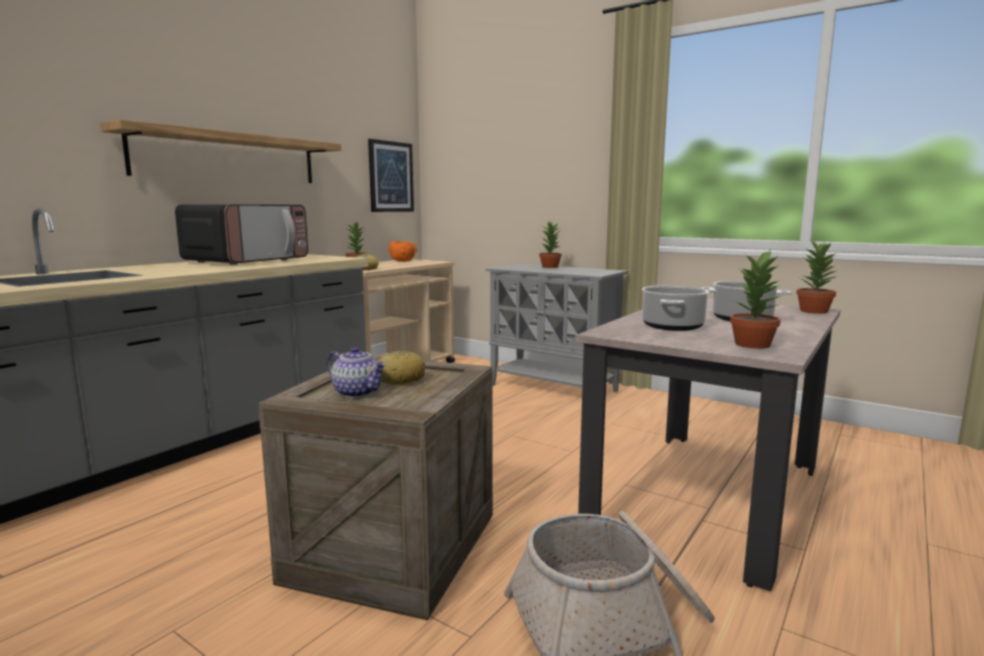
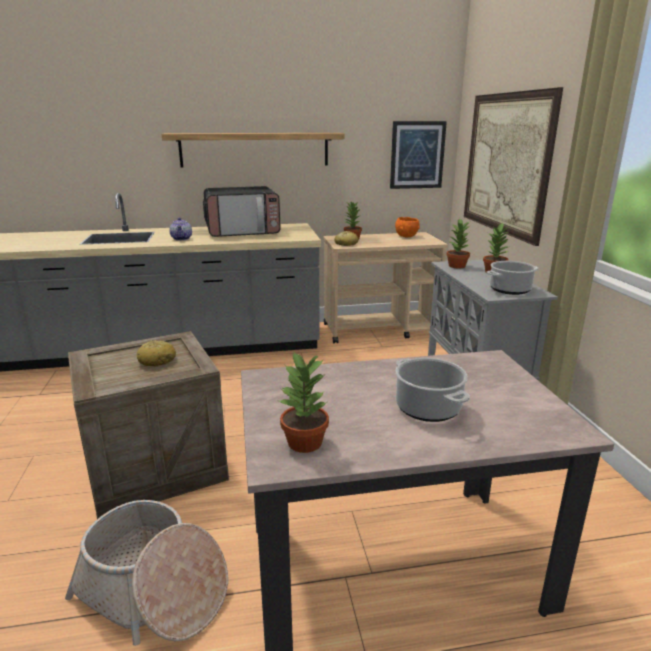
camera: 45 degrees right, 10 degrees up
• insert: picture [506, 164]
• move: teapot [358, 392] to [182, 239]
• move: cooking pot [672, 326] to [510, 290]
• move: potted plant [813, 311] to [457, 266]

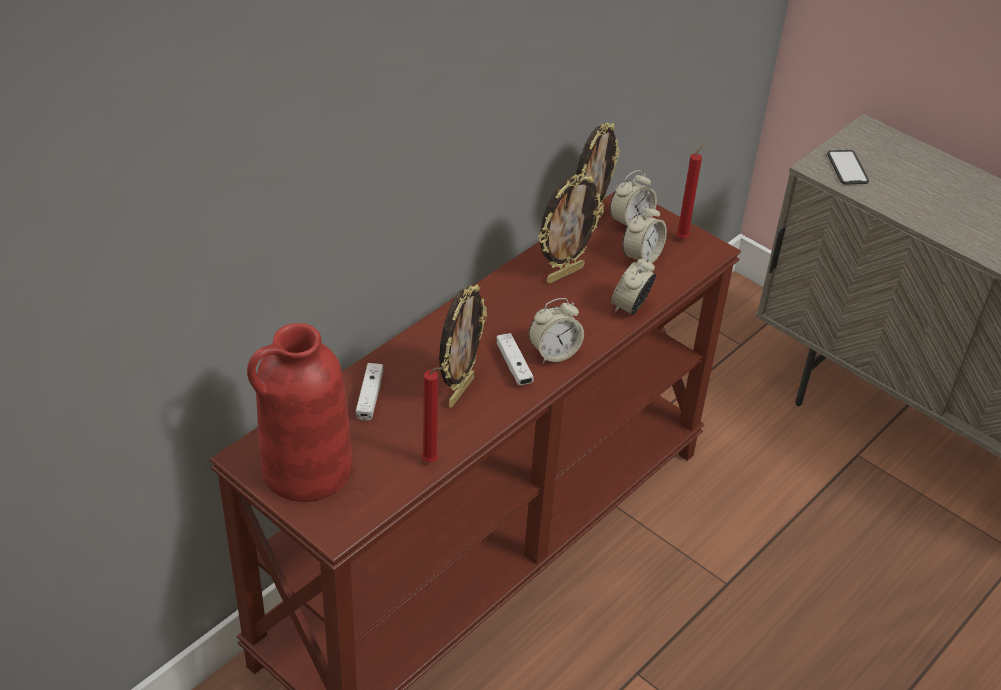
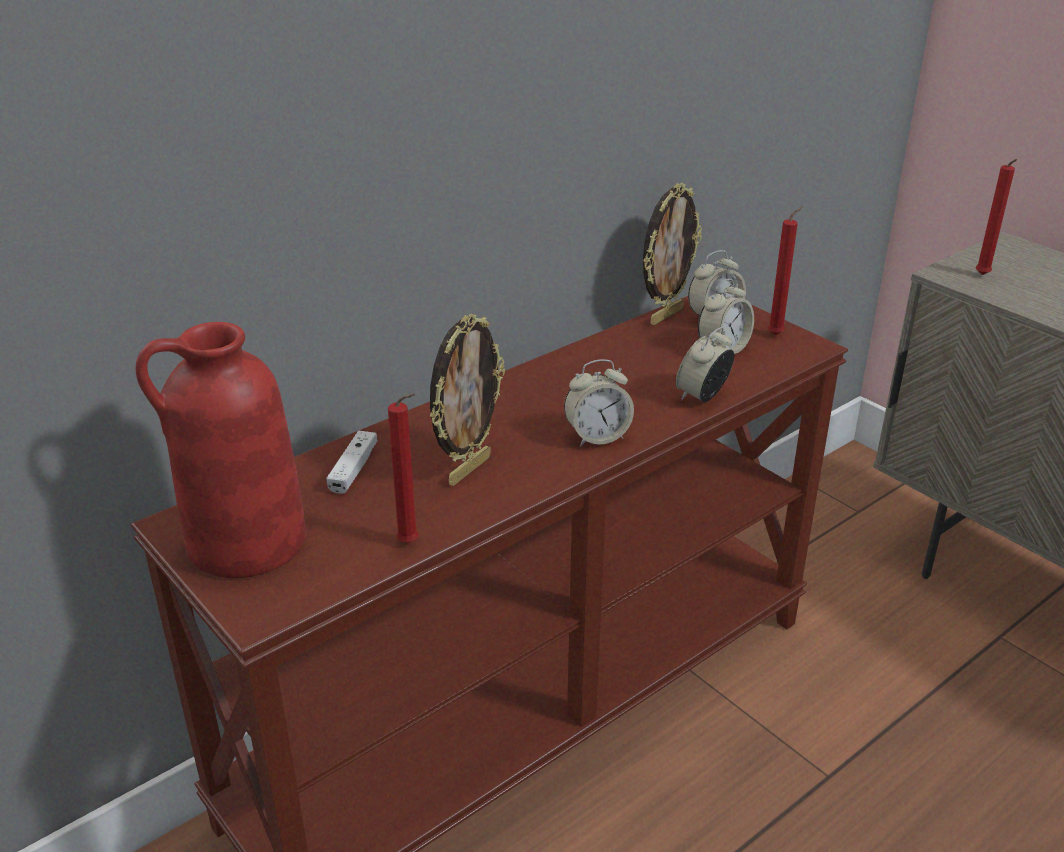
camera: 10 degrees right, 10 degrees down
• delete: white game controller [514, 365]
• delete: picture frame [564, 274]
• replace: phone [847, 168] to red candle [983, 276]

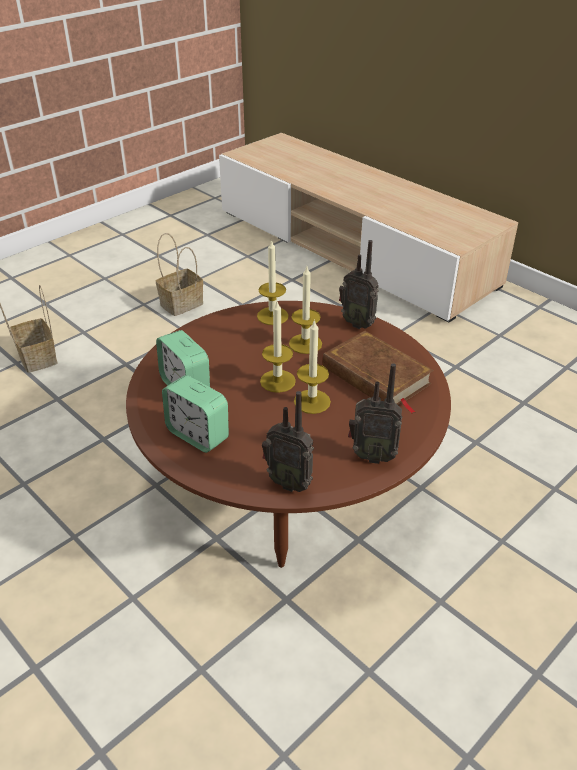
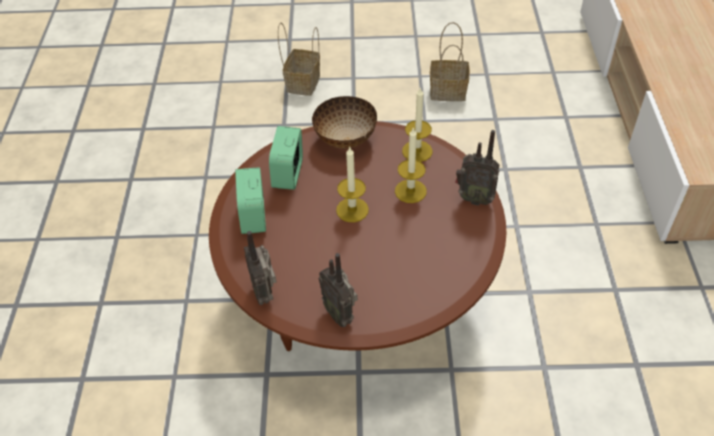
camera: 45 degrees right, 10 degrees up
• delete: candle [312, 401]
• delete: brown book [375, 376]
• insert: bowl [344, 139]
• rotate: radio [358, 323] = [474, 198] 60 degrees counterclockwise

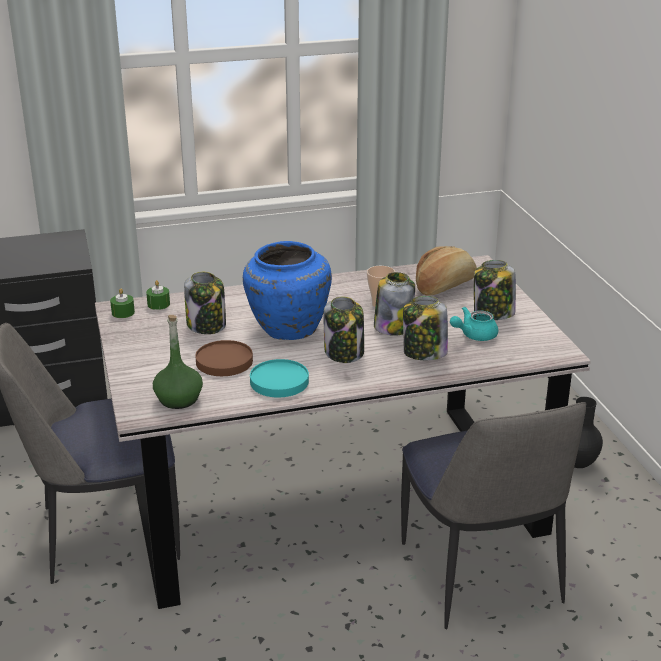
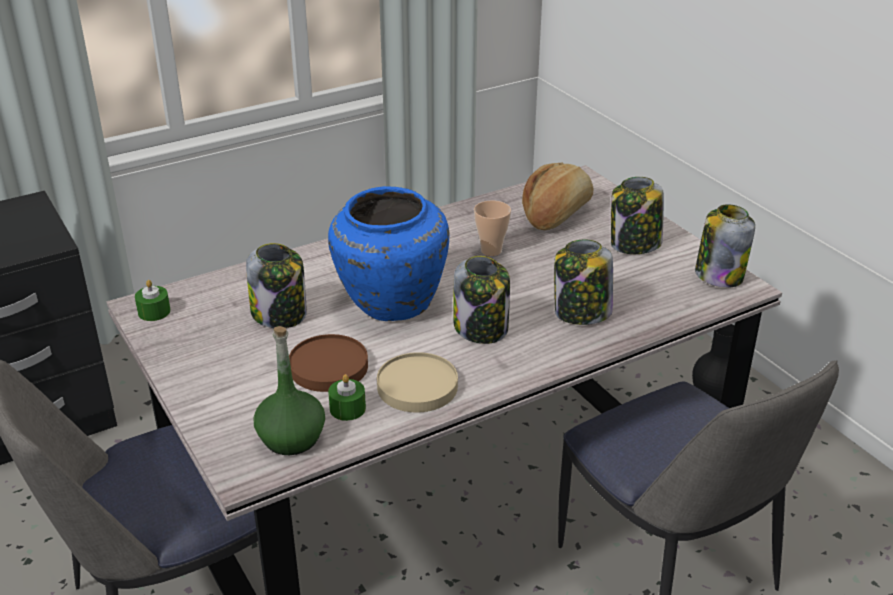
camera: 15 degrees left, 5 degrees up
• delete: turquoise teapot [474, 335]
• move: green candle [158, 304] to [347, 408]
• move: jar [392, 327] to [719, 275]
• recolor: turquoise plate [278, 381] to beige plate [416, 386]

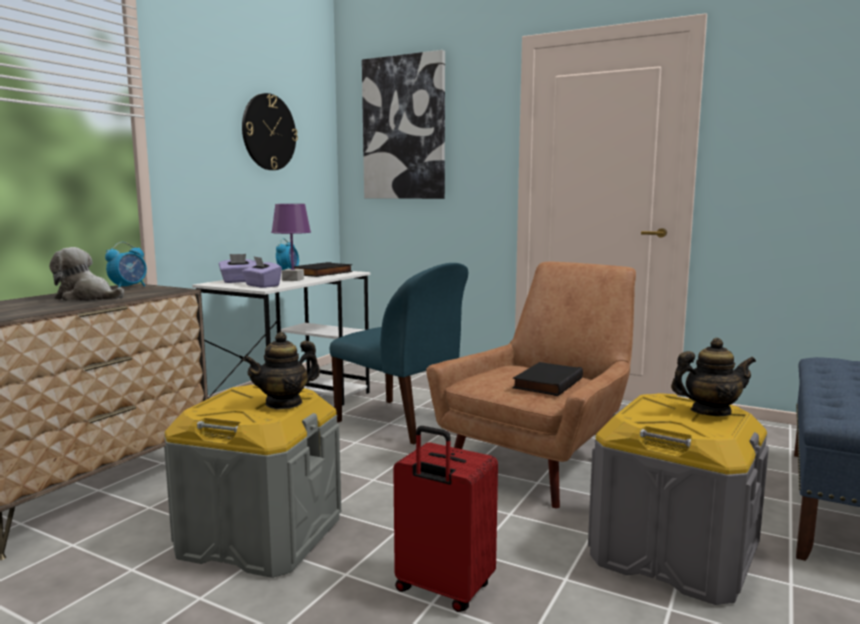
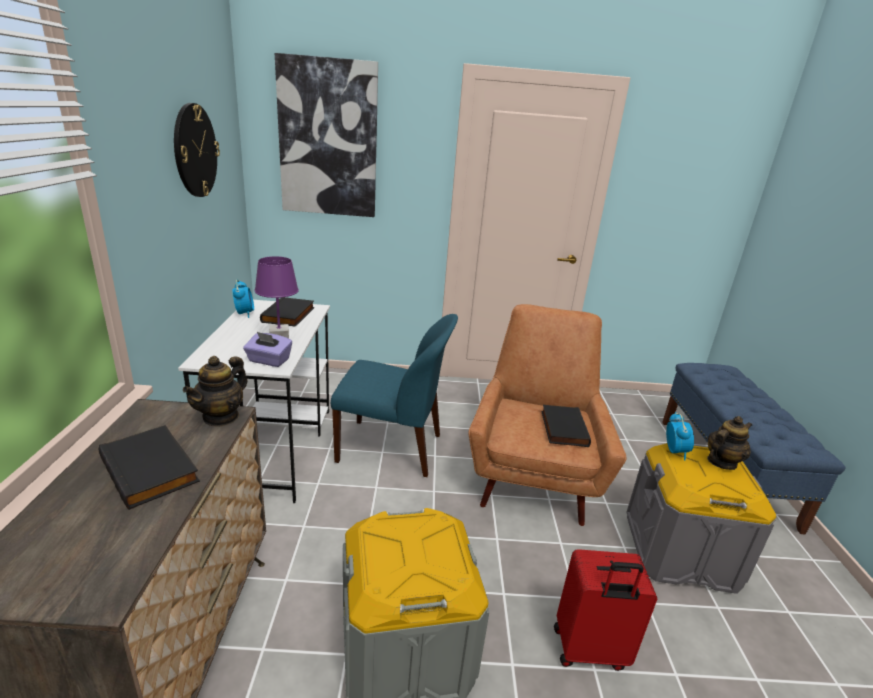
camera: 30 degrees left, 15 degrees up
• delete: purple tissue box [239, 281]
• move: alarm clock [129, 287] to [675, 451]
• move: teapot [284, 403] to [221, 417]
• replace: plush toy [87, 298] to black book [152, 469]

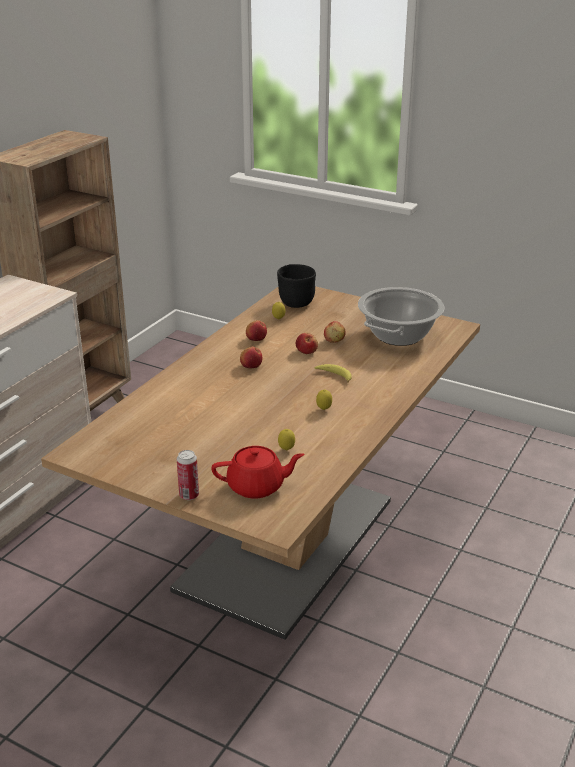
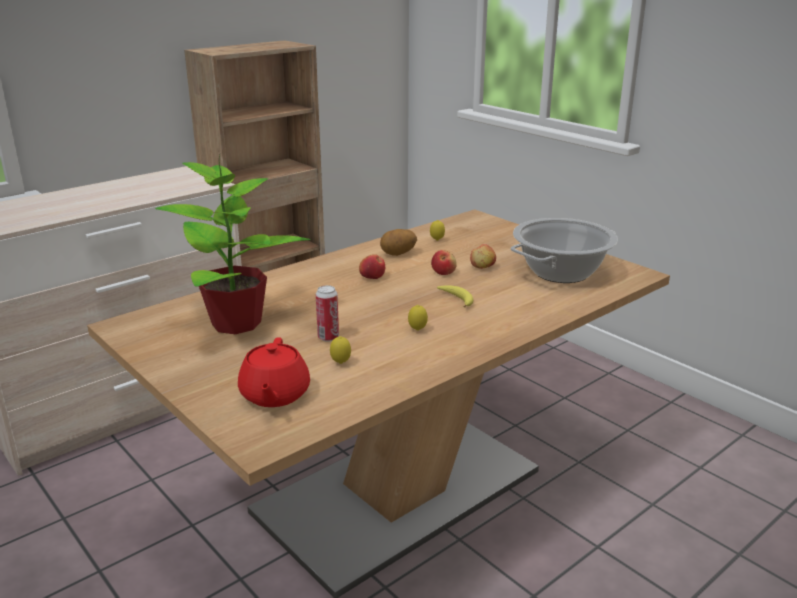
camera: 20 degrees right, 5 degrees down
• delete: black bowl [295, 303]
• insert: potted plant [237, 323]
• move: can [189, 495] to [328, 337]
• replace: apple [256, 339] to potato [398, 254]
• rotate: red teapot [257, 486] = [274, 395] 75 degrees clockwise

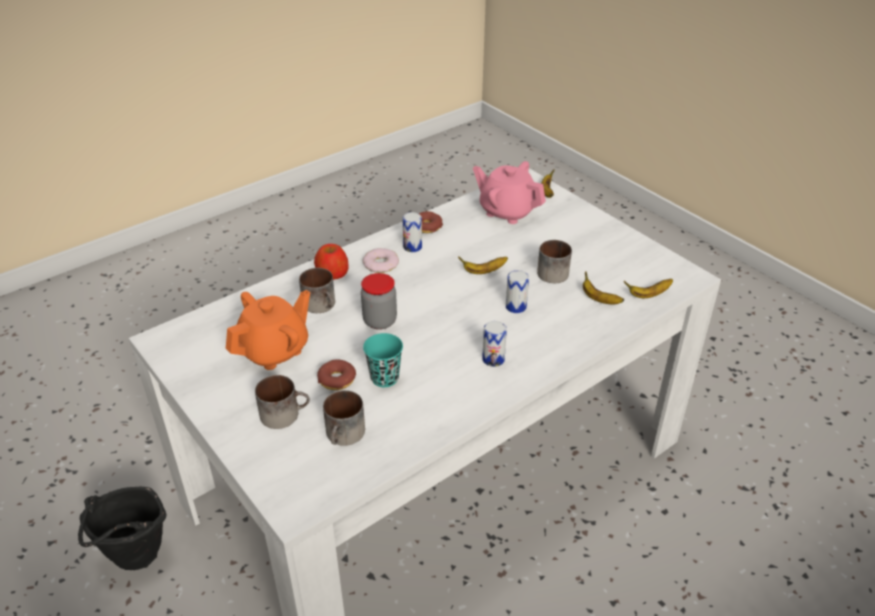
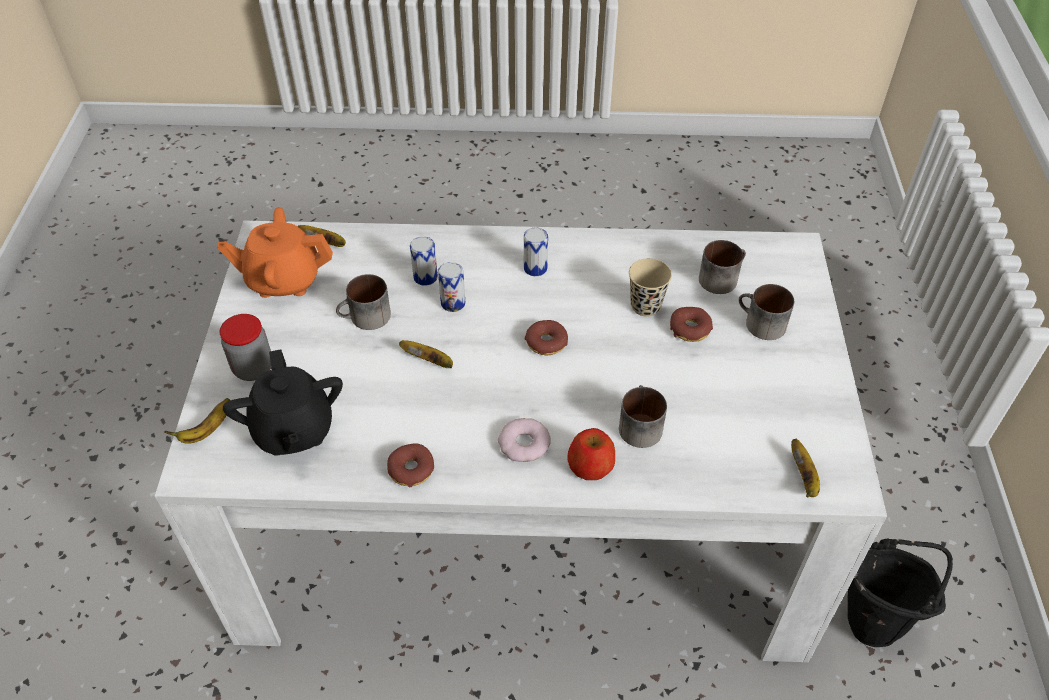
camera: 140 degrees left, 10 degrees up
• insert: donut [546, 342]
• move: orange teapot [275, 350] to [283, 280]
• move: jar [380, 321] to [253, 368]
• move: can [412, 247] to [425, 277]
• move: banana [599, 299] to [804, 477]
• recolor: turquoise cup [384, 378] to beige cup [645, 306]
• recolor: pink teapot [507, 211] to black teapot [293, 430]

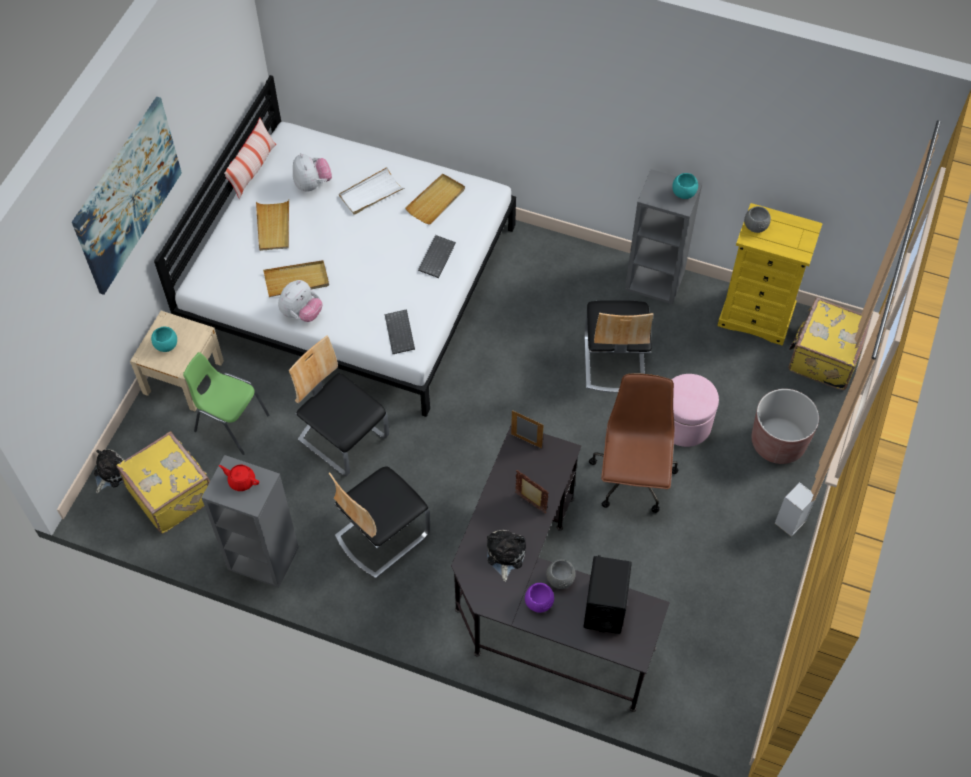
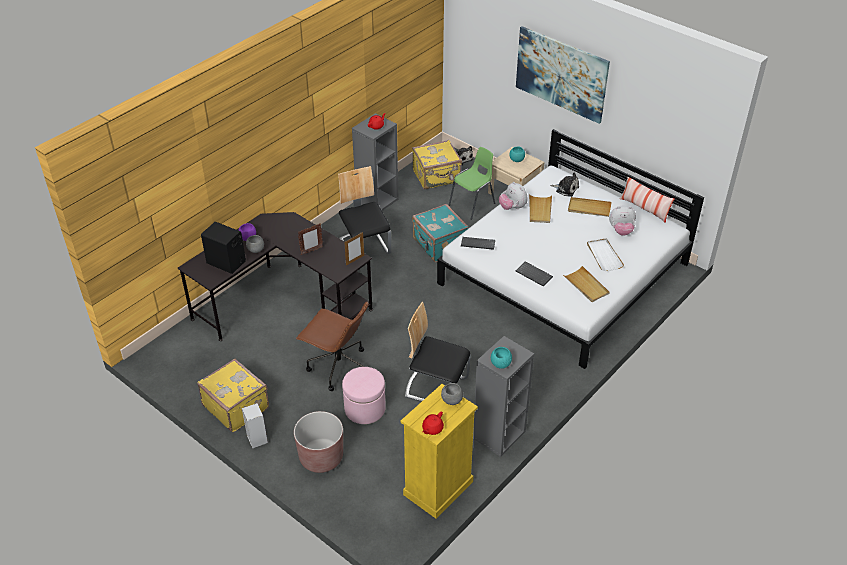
camera: 110 degrees right, 15 degrees down
• insert: red teapot [432, 429]
• move: plush toy [505, 555] to [566, 189]
• move: yellow suitcase [823, 357] to [236, 406]
• replace: chair [343, 438] to turquoise suitcase [439, 245]

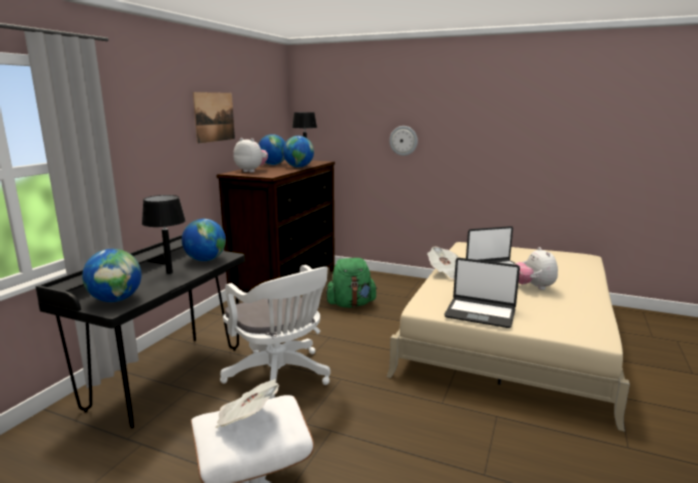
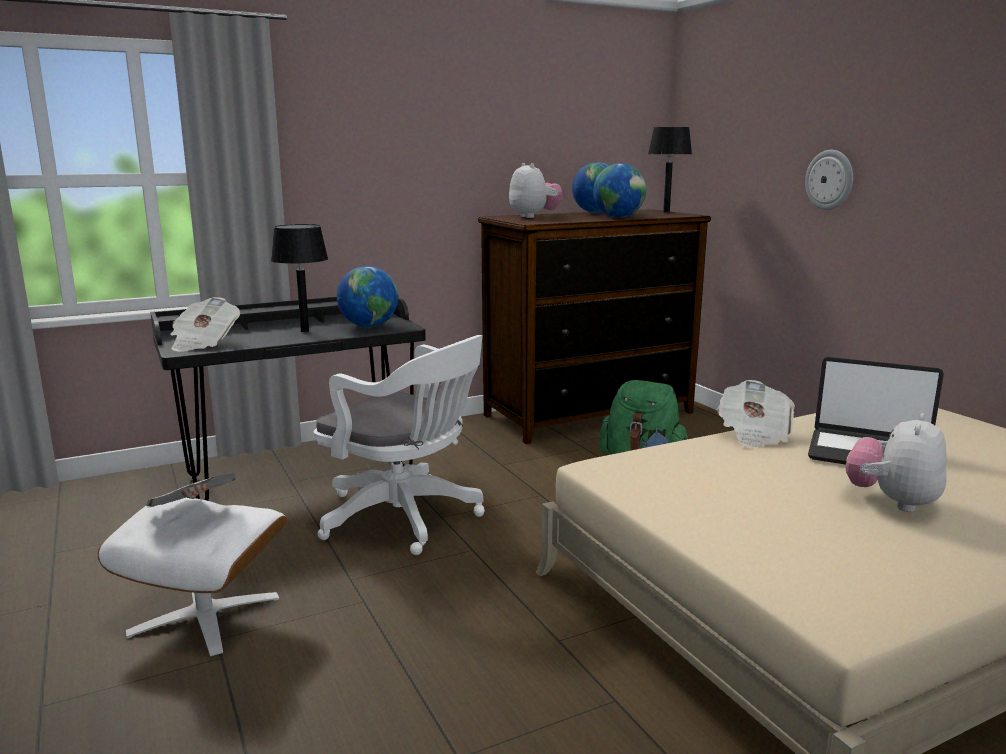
camera: 40 degrees right, 0 degrees up
• delete: picture [214, 117]
• delete: laptop [480, 313]
• replace: globe [116, 300] to newspaper [204, 343]
• rotate: white office chair [280, 377] = [406, 518] 60 degrees counterclockwise

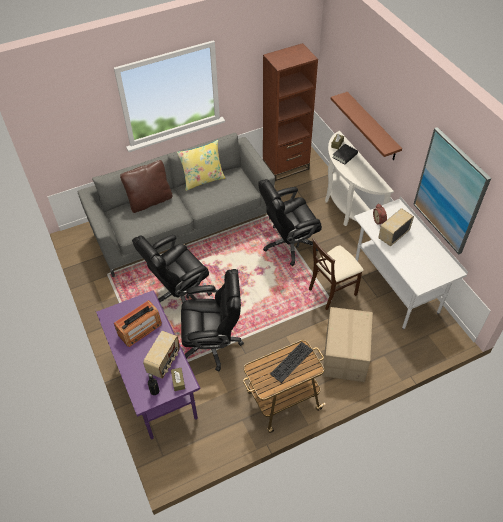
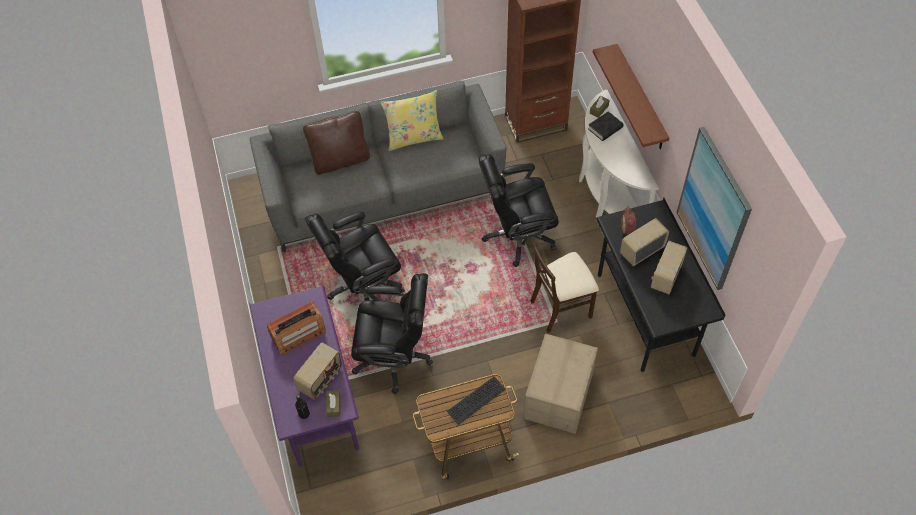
camera: 10 degrees right, 5 degrees up
• insert: radio [665, 276]
• recolor: white desk [395, 288] to black desk [645, 315]

